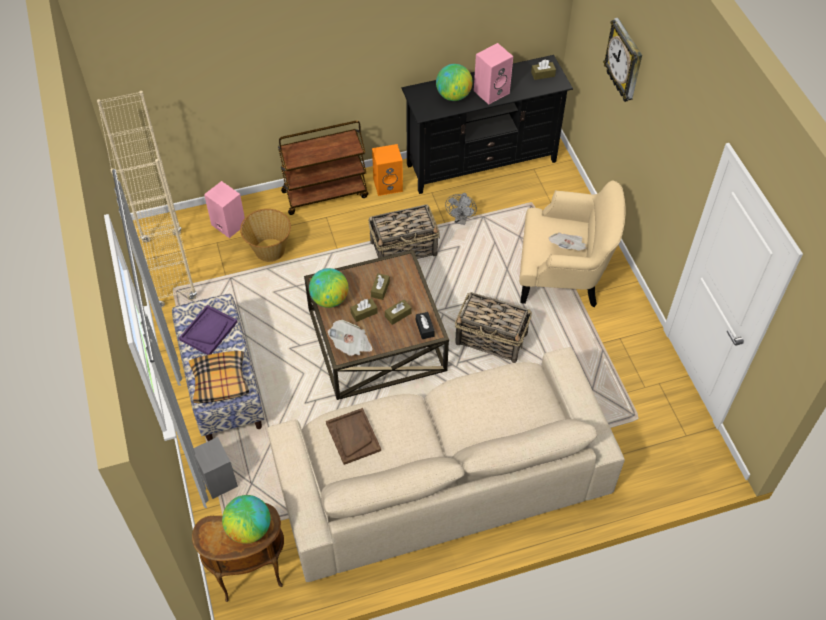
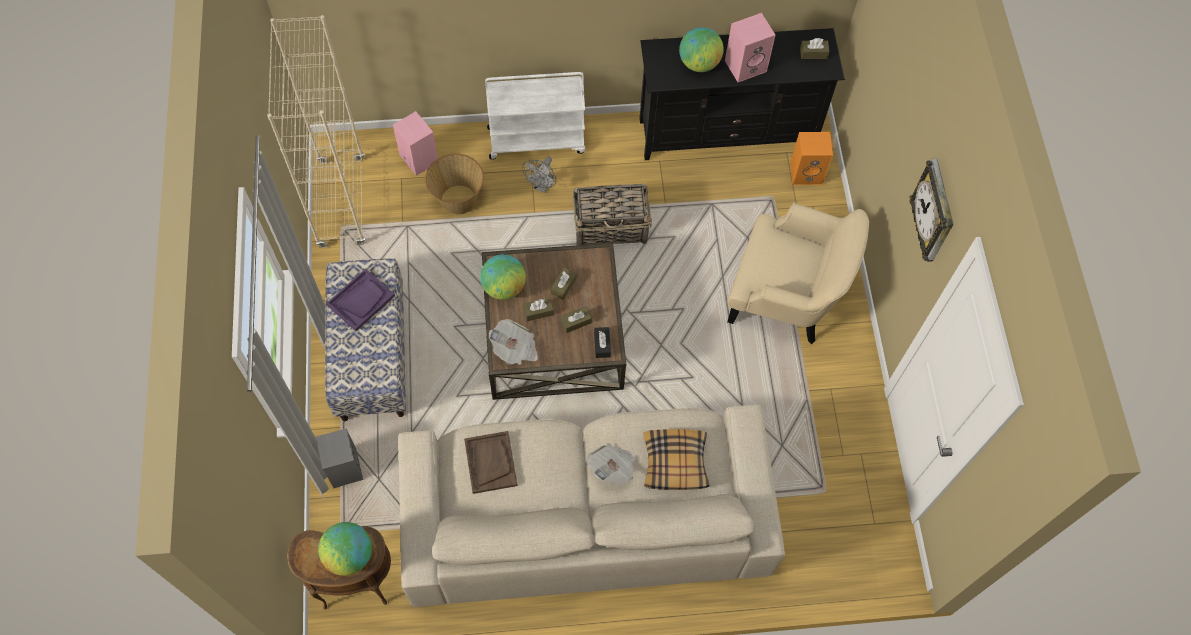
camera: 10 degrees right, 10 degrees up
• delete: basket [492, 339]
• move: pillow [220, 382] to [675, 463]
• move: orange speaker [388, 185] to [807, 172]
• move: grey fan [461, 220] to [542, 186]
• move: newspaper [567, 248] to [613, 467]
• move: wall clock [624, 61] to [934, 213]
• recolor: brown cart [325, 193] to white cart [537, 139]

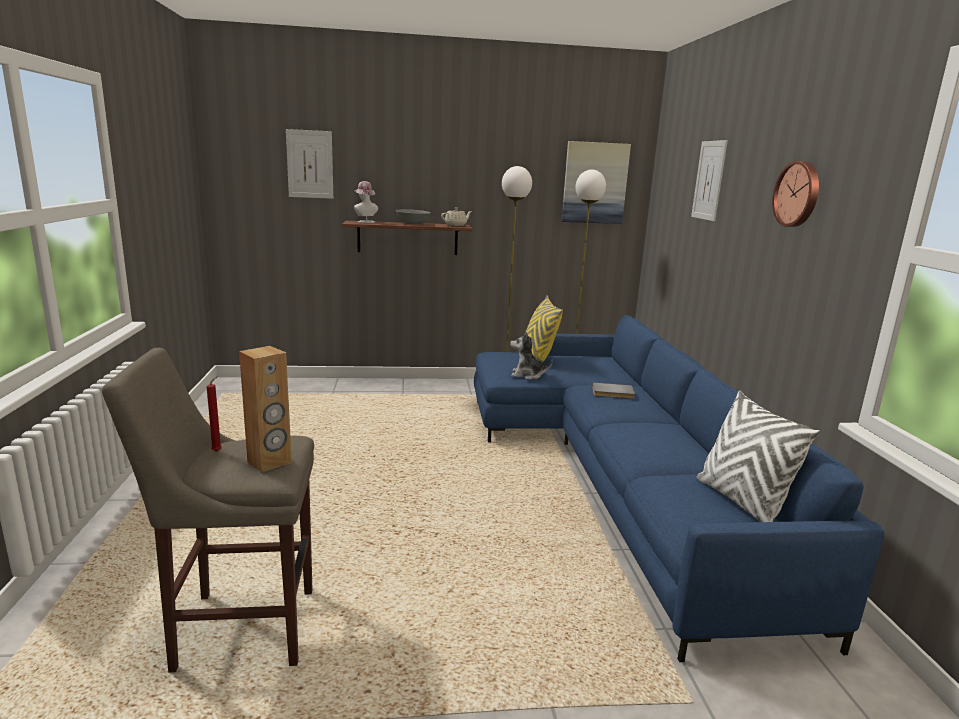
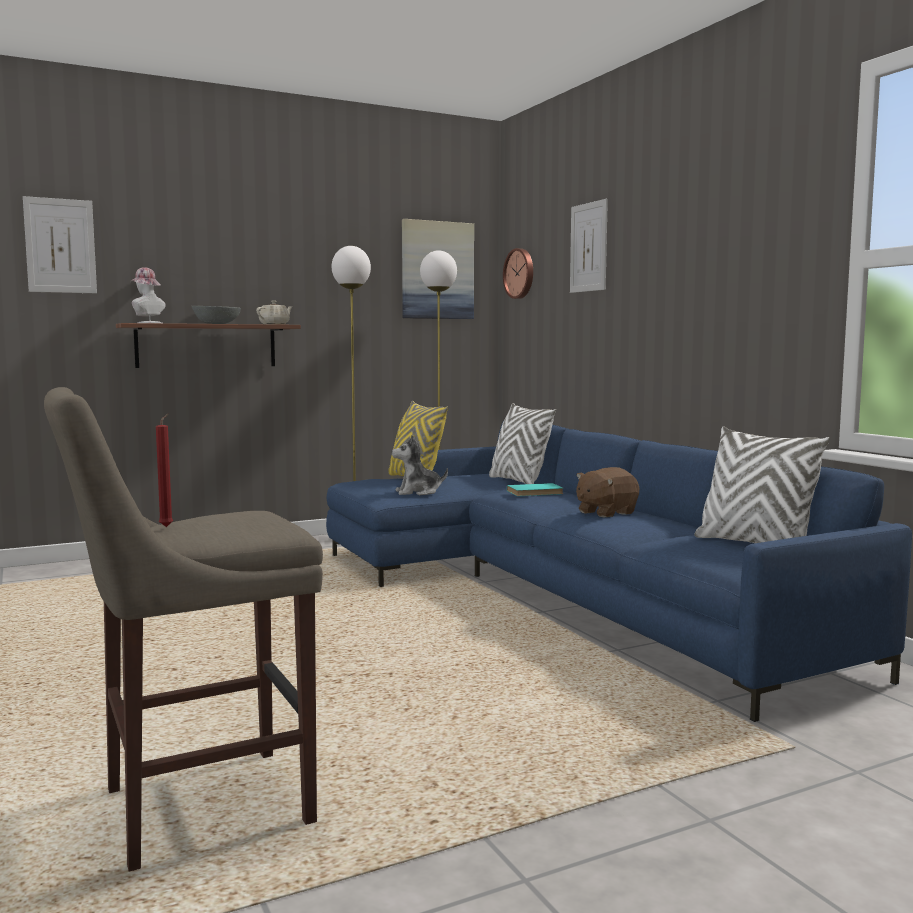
camera: 20 degrees left, 10 degrees down
• delete: brown speaker [270, 462]
• insert: white pillow [518, 481]
• insert: brown plush toy [605, 513]
• move: wall clock [798, 194] to [520, 273]
• recolor: grey book [613, 393] to turquoise book [535, 492]

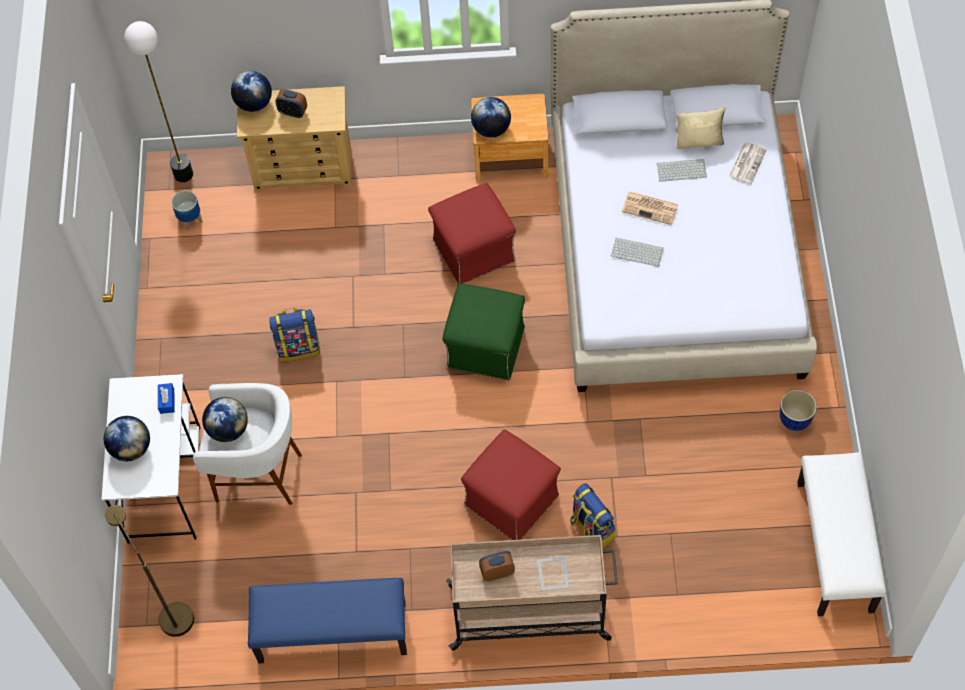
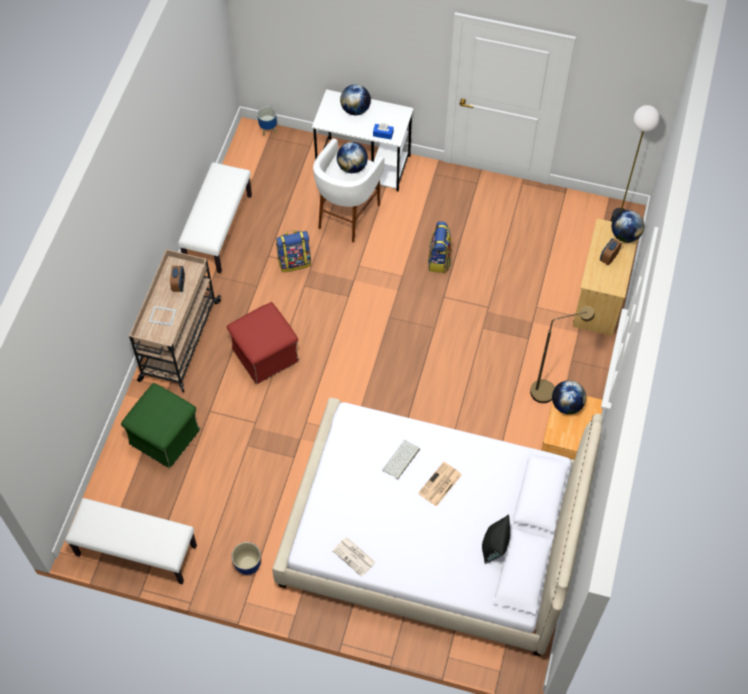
camera: 105 degrees right, 0 degrees up
• delete: red ottoman [473, 251]
• delete: keyboard [682, 170]
• move: brown floor lamp [171, 612] to [549, 389]
• move: planter [190, 220] to [268, 129]
• move: green ottoman [485, 347] to [165, 436]
• move: backpack [591, 529] to [294, 261]
• move: newspaper [747, 162] to [354, 557]
• recolor: blue bench [332, 633] to white bench [218, 229]
• recolor: beige pillow [699, 141] to black pillow [494, 546]

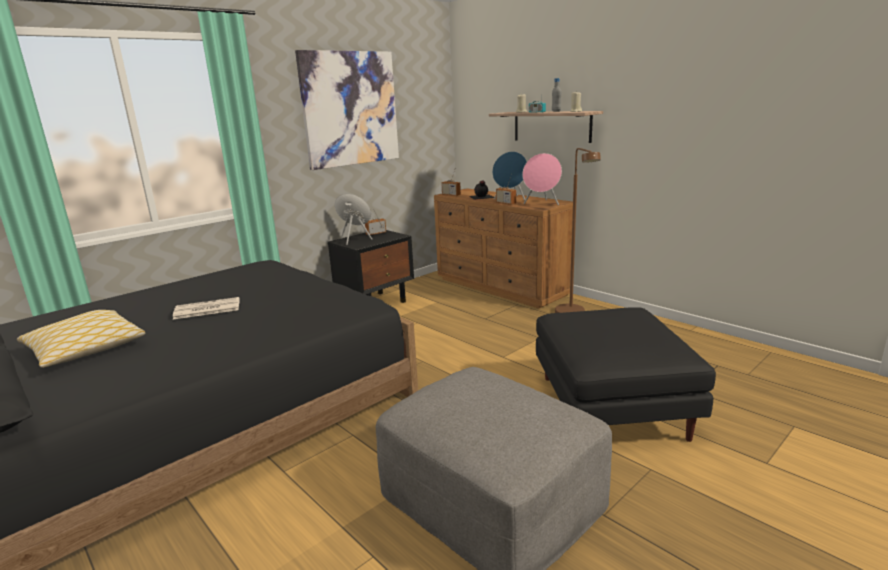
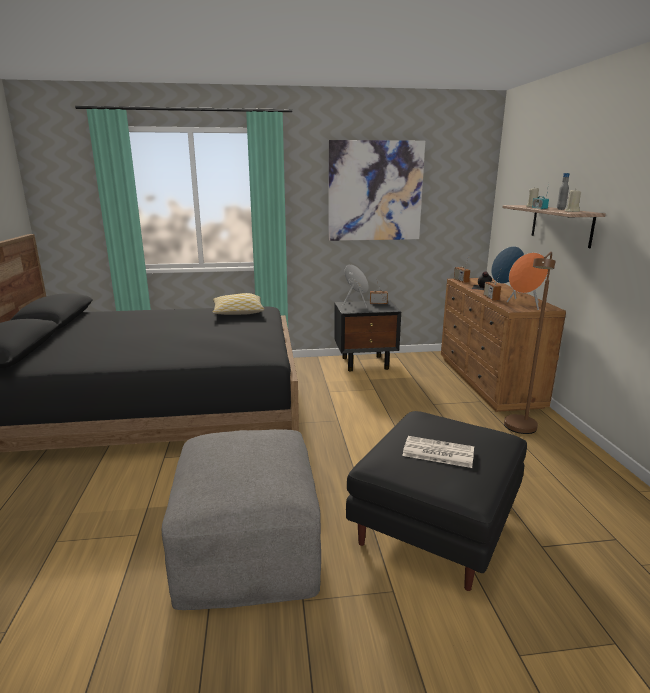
camera: 35 degrees right, 0 degrees up
• move: pillow [85, 350] to [238, 312]
• move: newspaper [206, 309] to [437, 452]
• recolor: pink speaker [542, 203] to orange speaker [525, 305]

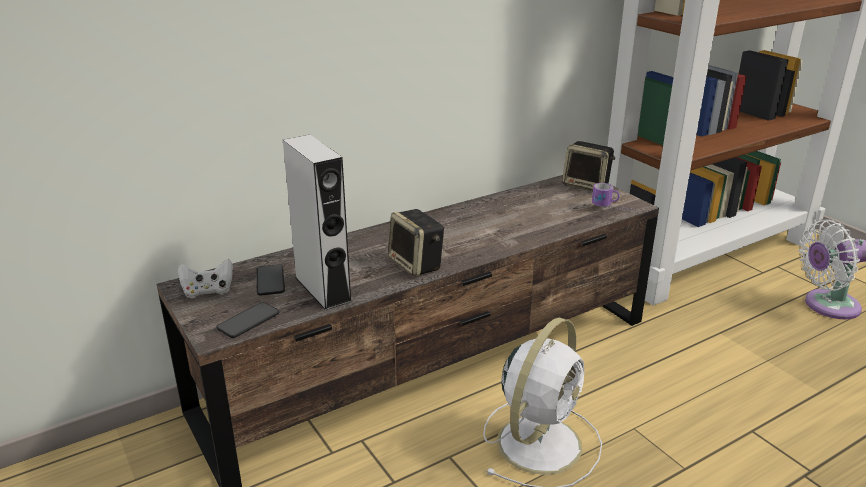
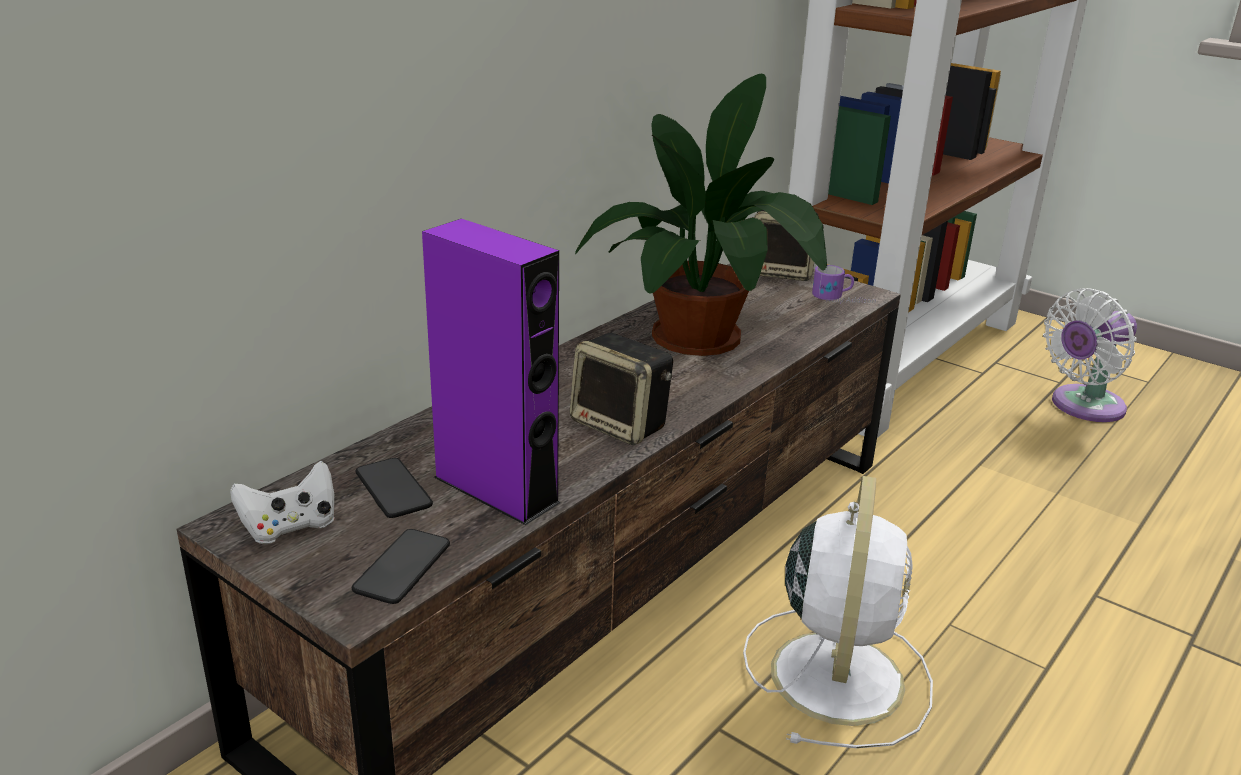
camera: 20 degrees left, 0 degrees up
• insert: potted plant [704, 335]
• recolor: grey speaker [323, 289] to purple speaker [496, 489]

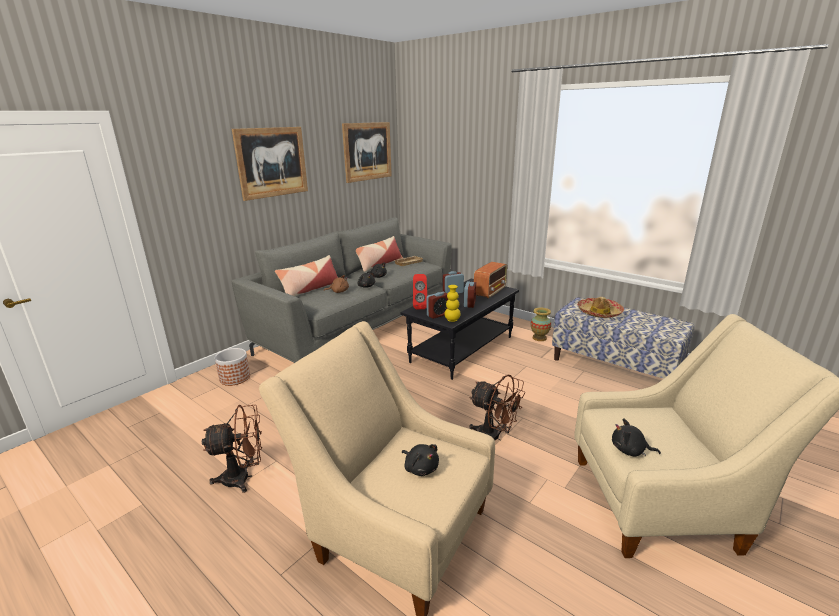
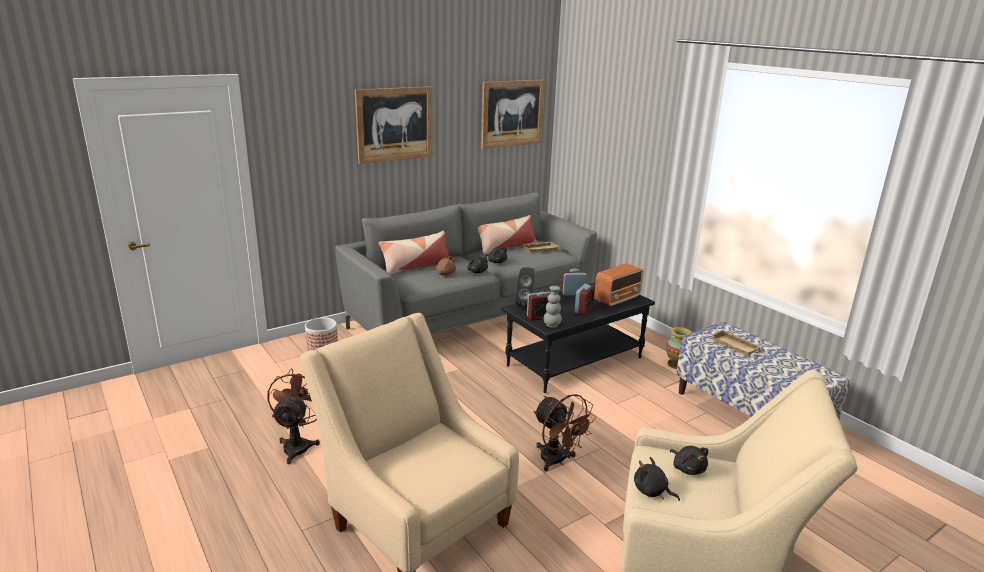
camera: 15 degrees right, 0 degrees up
• move: black plush toy [420, 468] to [688, 468]
• replace: hat [599, 313] to beige tray [736, 345]
• recolor: red speaker [420, 307] to black speaker [525, 304]
• recolor: yellow vase [452, 320] to grey vase [552, 325]
• rotate: brown fan [243, 477] = [298, 444] 90 degrees counterclockwise

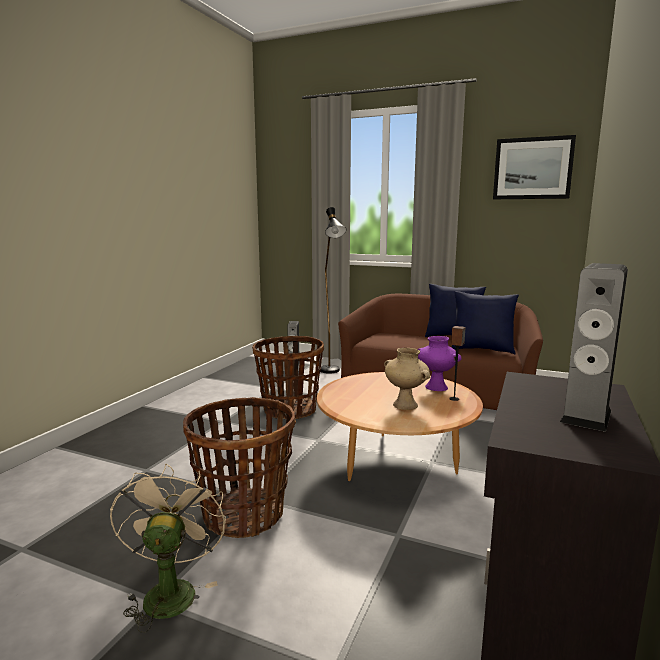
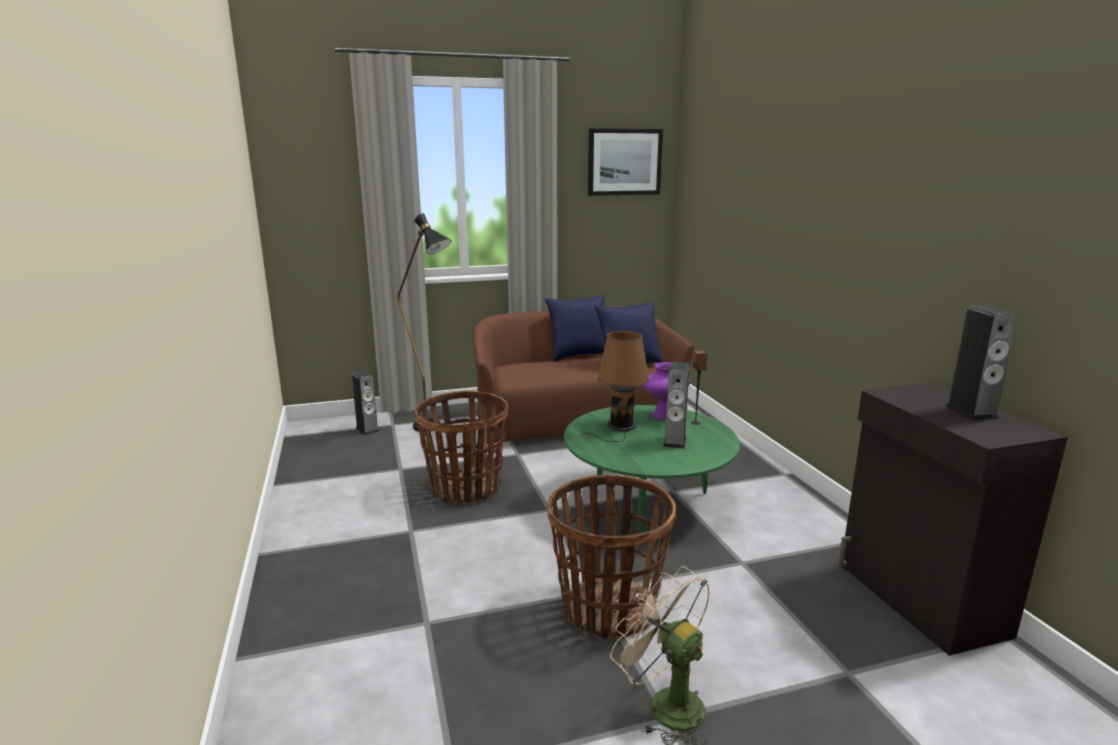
camera: 40 degrees left, 5 degrees up
• insert: brown table lamp [620, 427]
• replace: beige vase [406, 405] to speaker [674, 441]
• recolor: brown coffee table [395, 461] to green coffee table [647, 503]

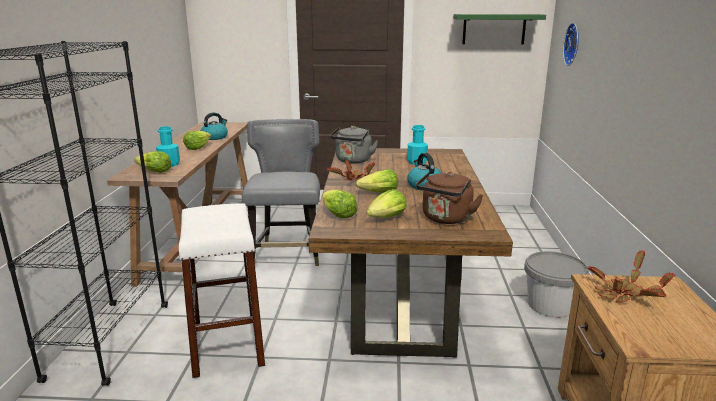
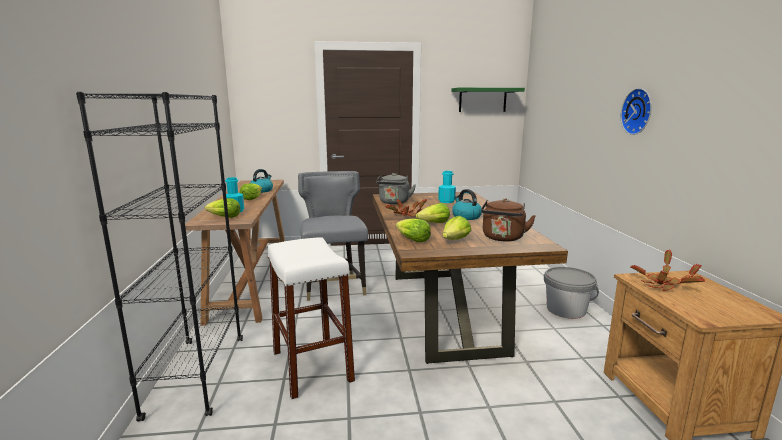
camera: 10 degrees left, 5 degrees down
• move: wall clock [574, 44] to [639, 111]

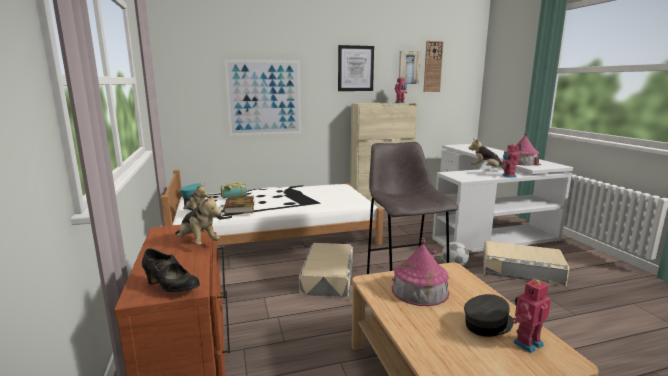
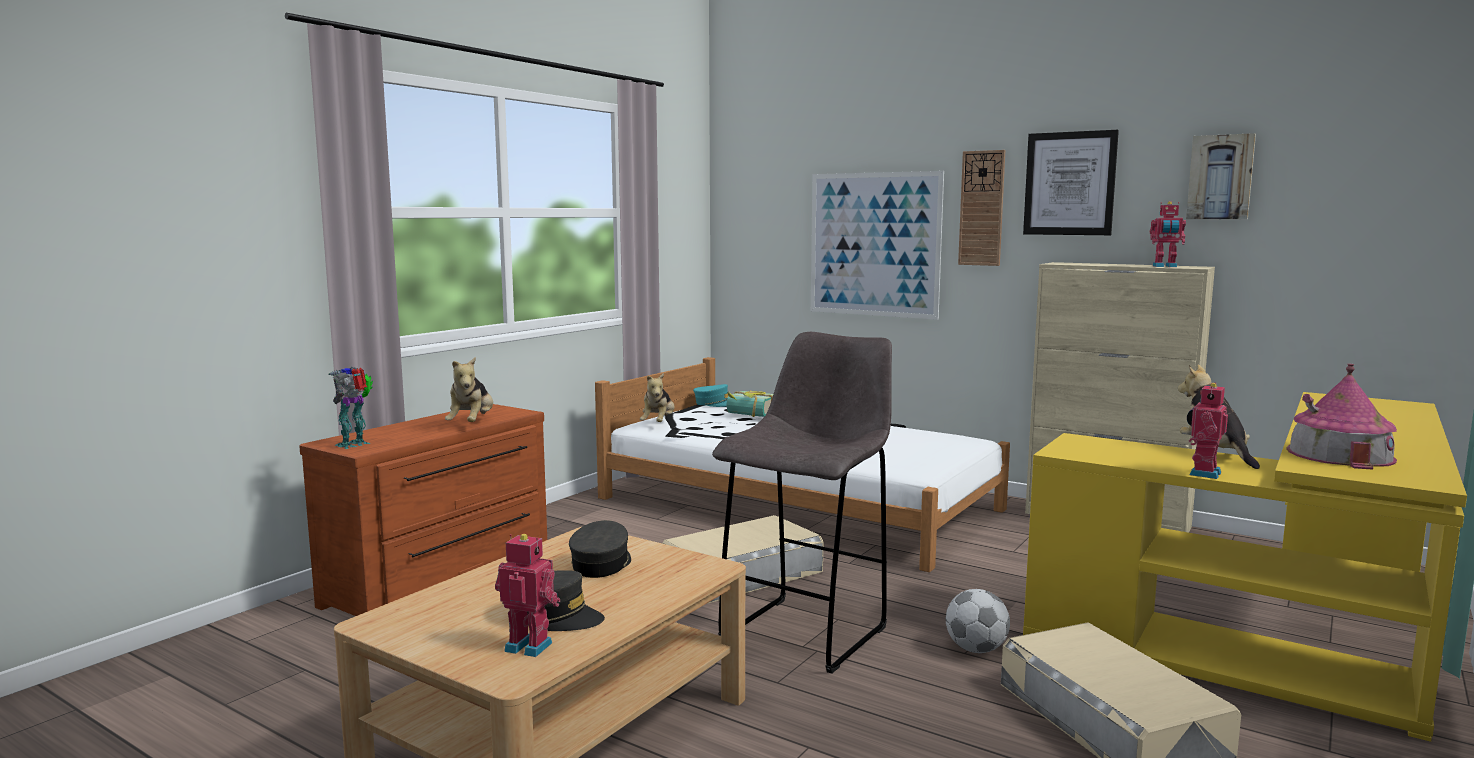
camera: 50 degrees right, 5 degrees down
• delete: book [239, 208]
• move: wall clock [433, 66] to [981, 208]
• replace: black shoe [171, 288] to toy robot [355, 445]
• replace: toy house [419, 290] to grey cap [601, 564]
• recolor: white desk [486, 225] to yellow desk [1283, 633]

